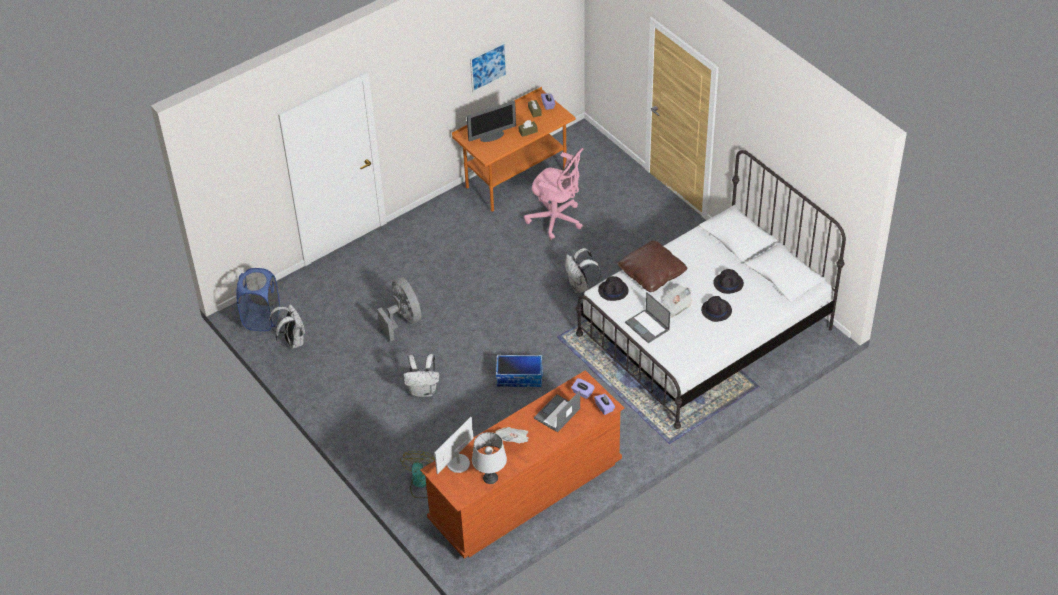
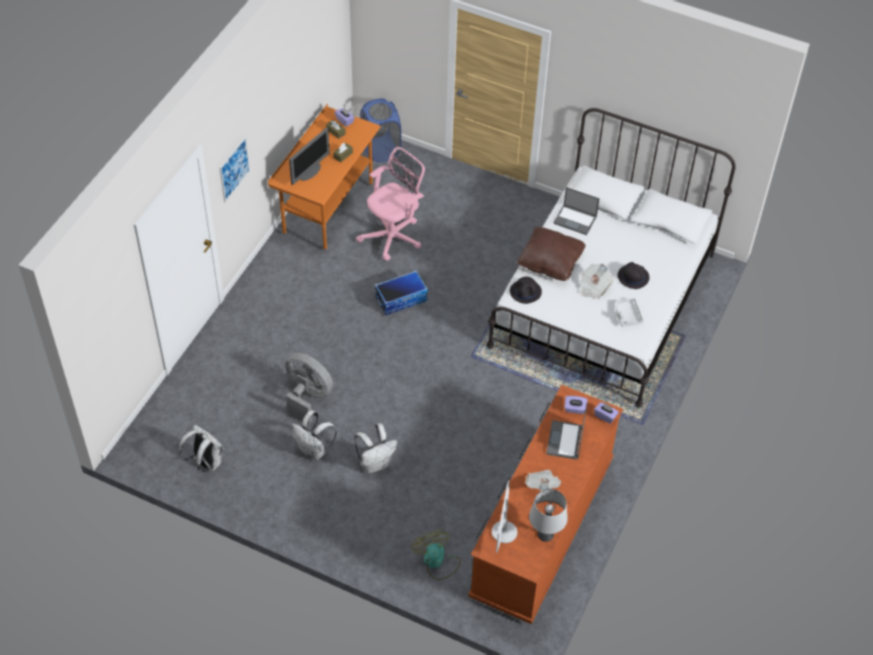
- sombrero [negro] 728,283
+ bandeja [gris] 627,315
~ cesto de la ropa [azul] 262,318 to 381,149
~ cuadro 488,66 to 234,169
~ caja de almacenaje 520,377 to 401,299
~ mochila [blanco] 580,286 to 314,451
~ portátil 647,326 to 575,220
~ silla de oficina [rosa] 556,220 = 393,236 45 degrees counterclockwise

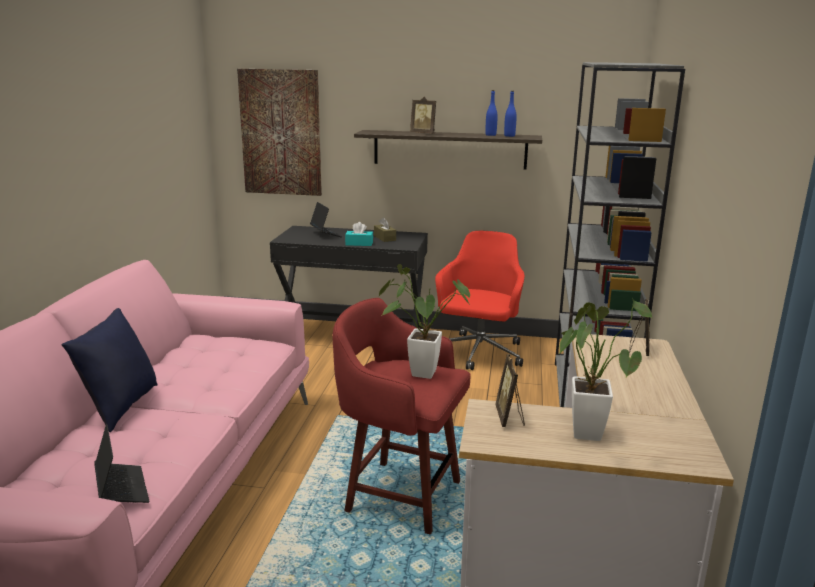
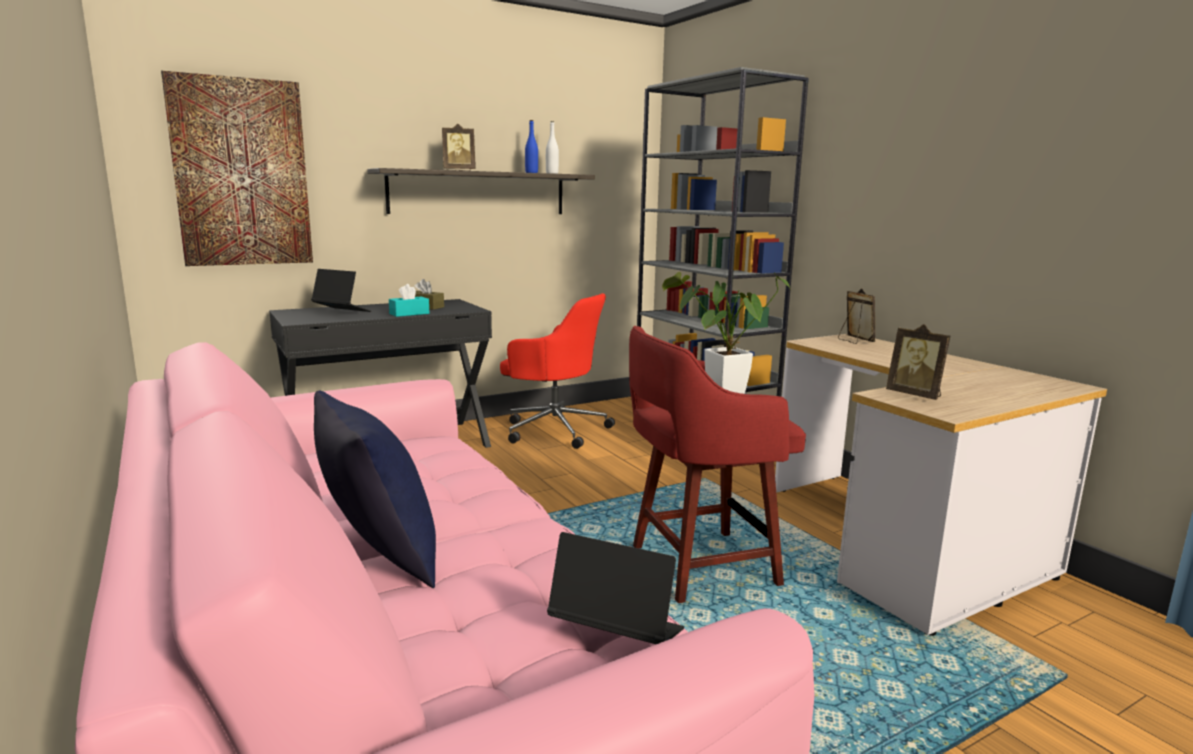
- planta en maceta 586,429
~ botella [azul] 509,136 to botella [blanco] 552,173
~ silla de oficina [rojo] 478,353 = 554,429 135 degrees clockwise

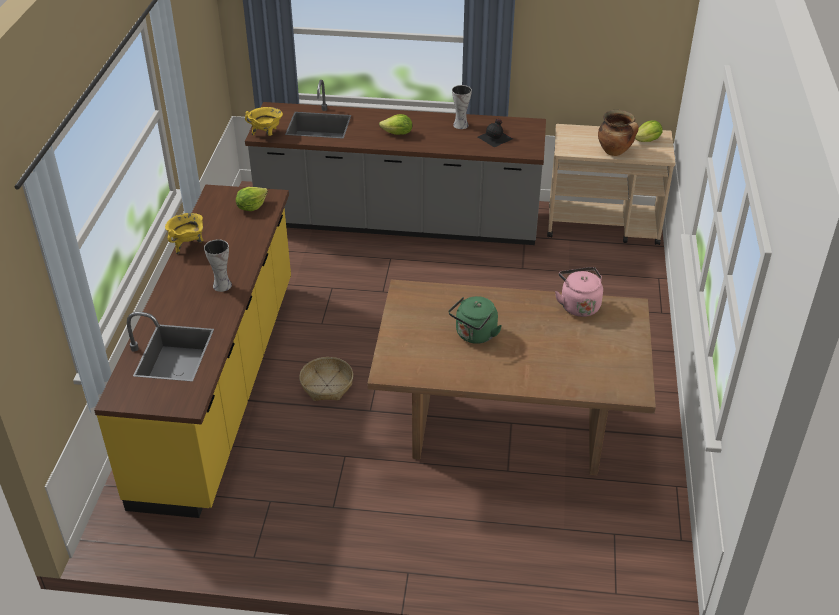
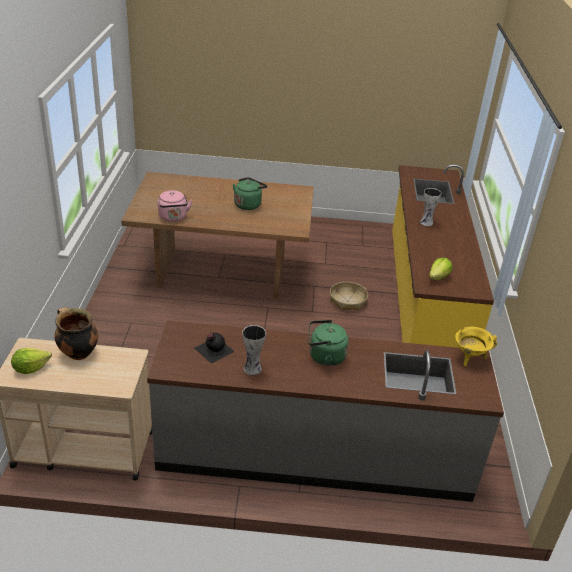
- olla [amarillo] 188,245
~ lechuga 397,134 to hervidor [verde] 324,357

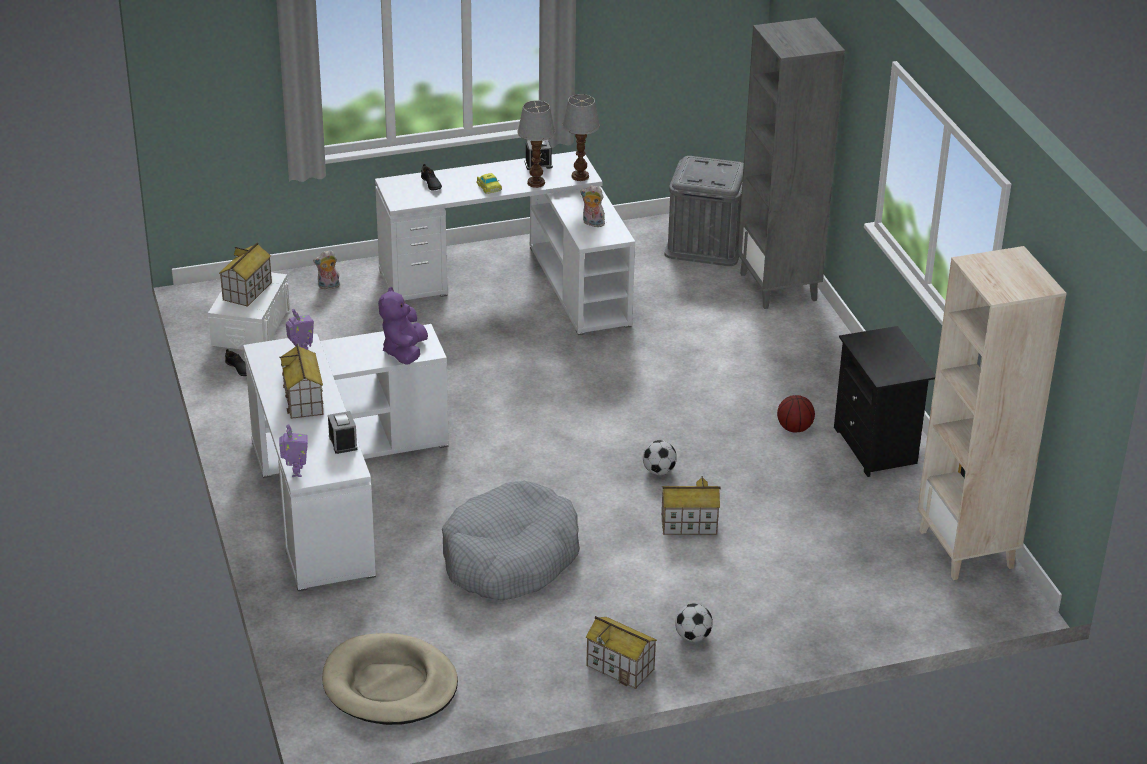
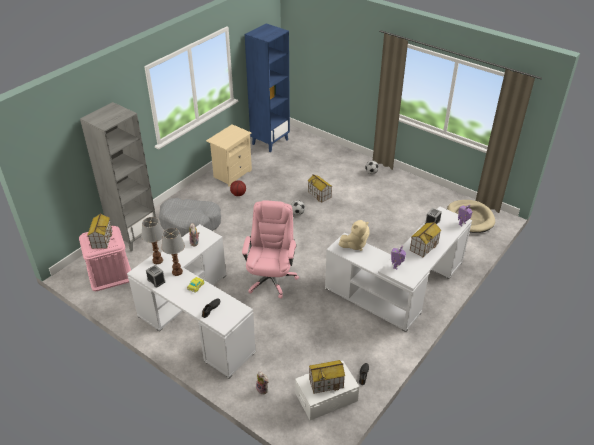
+ silla de oficina [rosa] 271,278
~ cama para perro [gris] 509,558 to 190,223
~ casita 621,667 to 102,239
~ peluche [morado] 404,352 to peluche [beis] 355,245
~ caja de almacenaje [gris] 705,243 to caja de almacenaje [rosa] 110,273
~ mesita de noche [negro] 877,447 to mesita de noche [beis] 231,174
~ estantería [beis] 967,549 to estantería [azul] 270,141

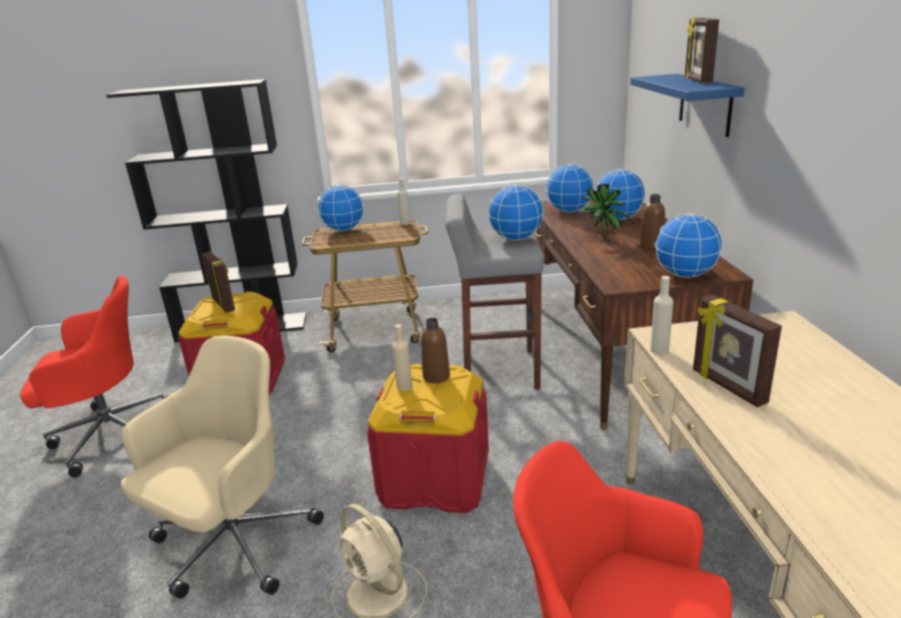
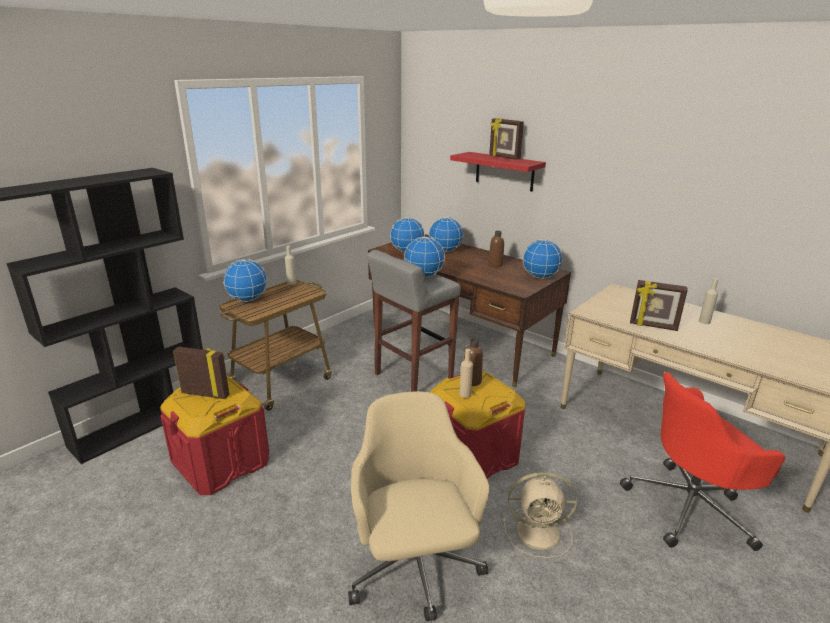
- silla de oficina [rojo] 110,434
- planta en maceta 600,236
~ botella [beis] 659,350 to 704,321
~ estante [azul] 705,104 to estante [rojo] 504,171

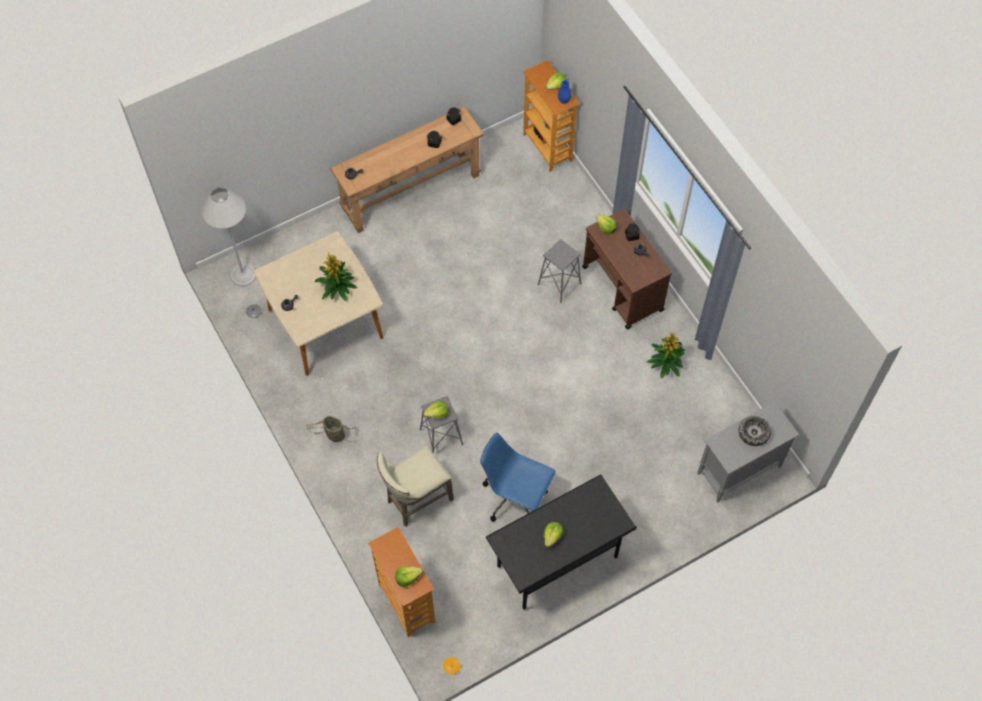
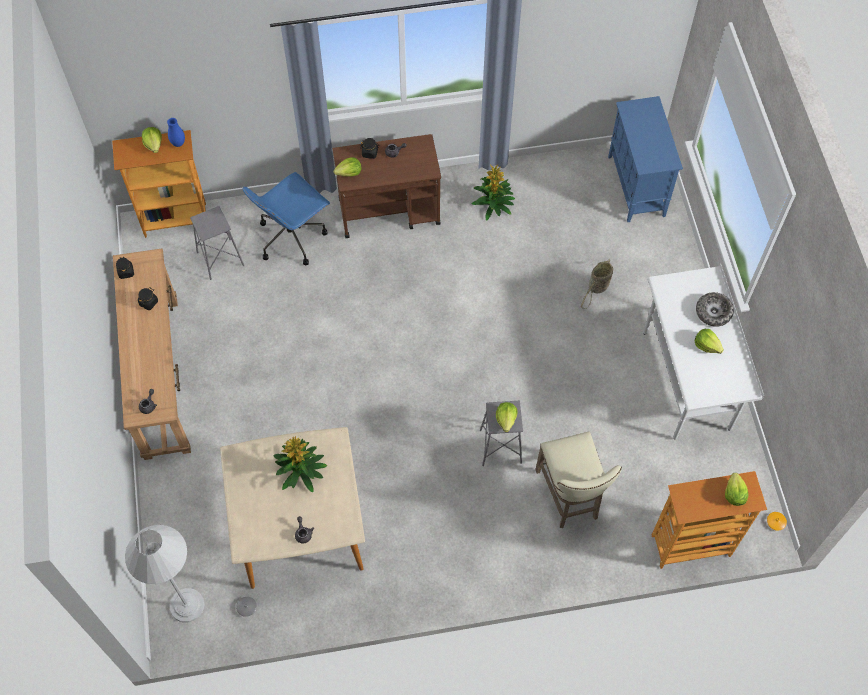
~ cesta 334,435 to 597,288
~ silla de oficina [azul] 515,497 to 292,237
~ taburete [gris] 559,284 to 220,259
~ cuenco 753,433 to 713,312
~ escritorio [negro] 557,562 to escritorio [blanco] 686,380
~ armario [gris] 738,470 to armario [azul] 636,187

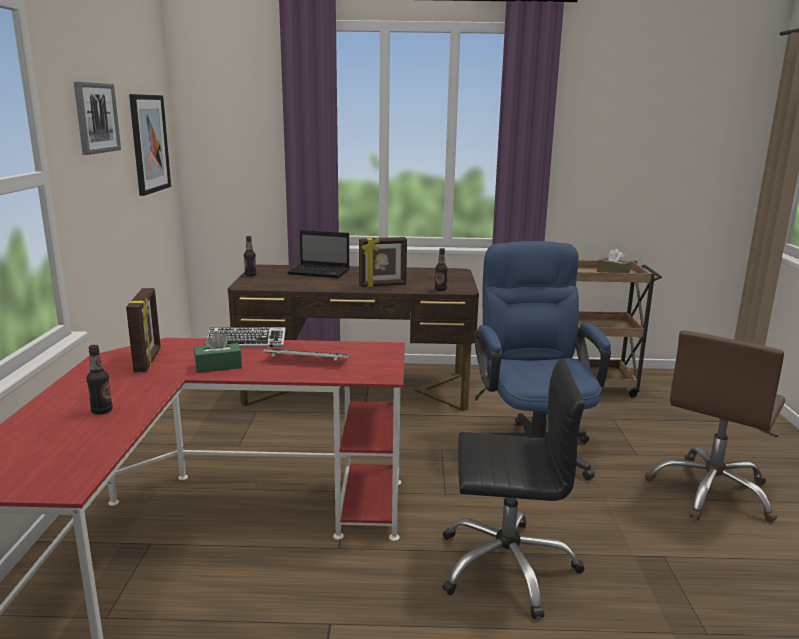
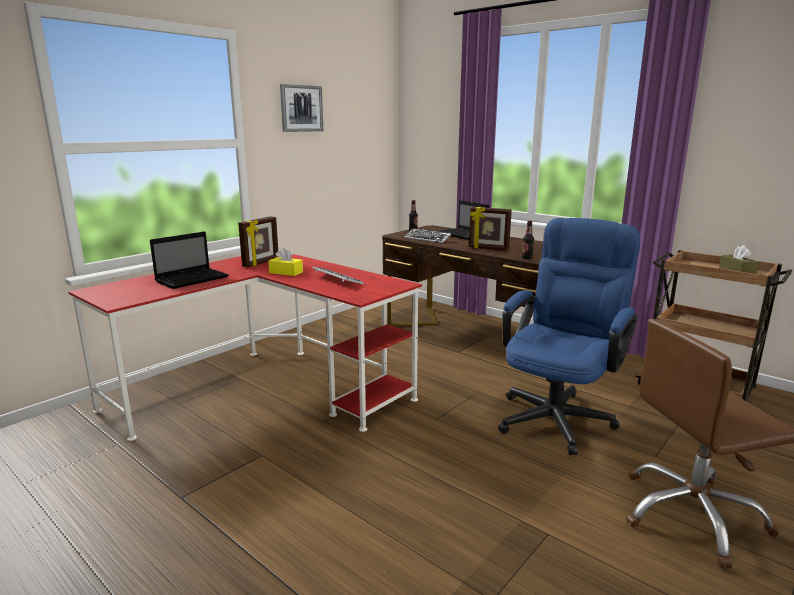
- cuadro 149,143
- silla de oficina [negro] 506,566
~ teclado 246,342 to 427,239
~ botella 102,411 to portátil 193,279
~ caja de pañuelos [verde] 218,366 to caja de pañuelos [amarillo] 286,272

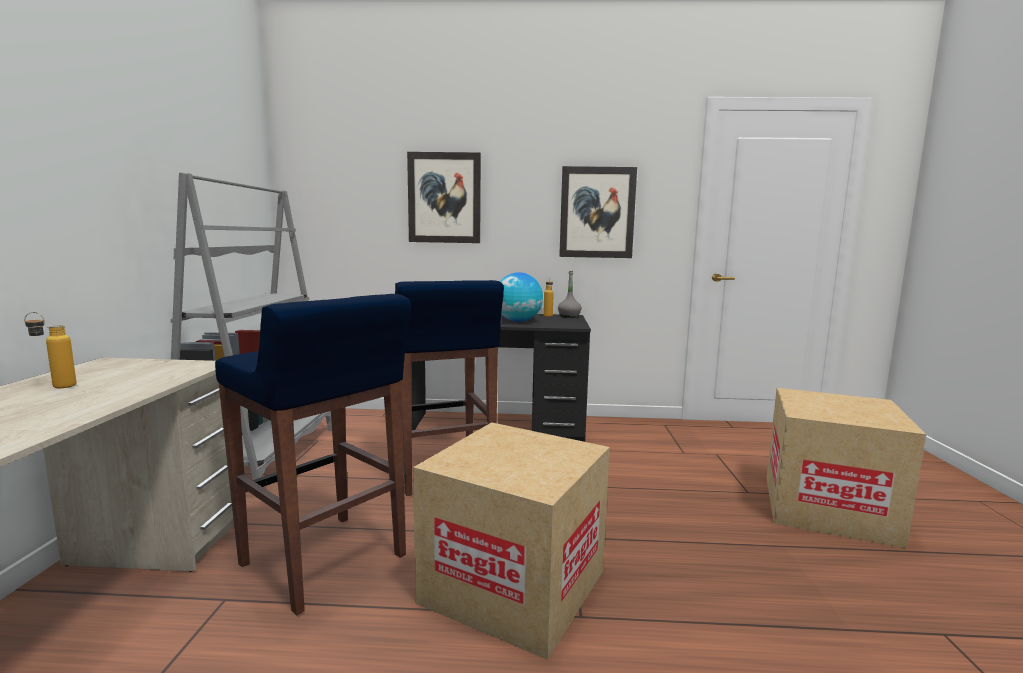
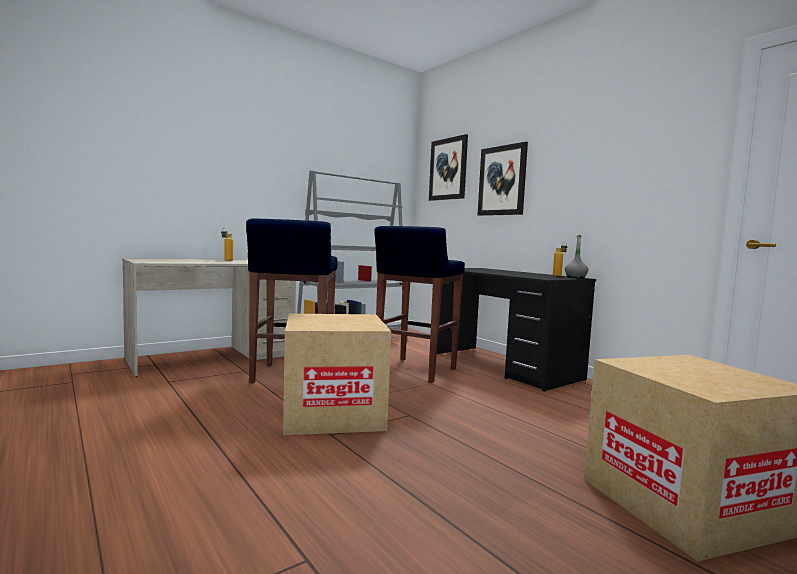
- globo terráqueo 518,321
~ cuadro 597,212 to 448,169

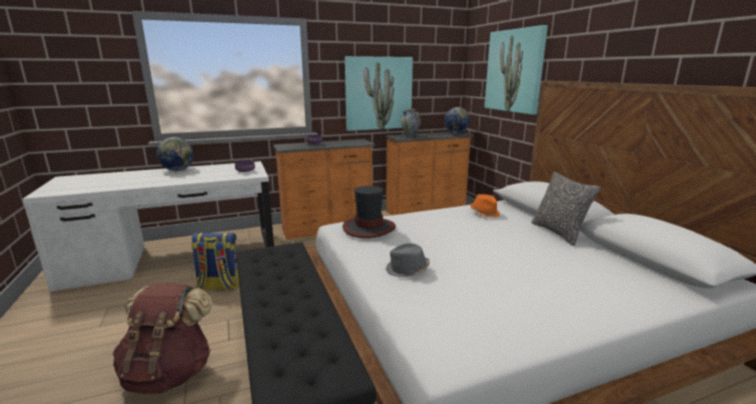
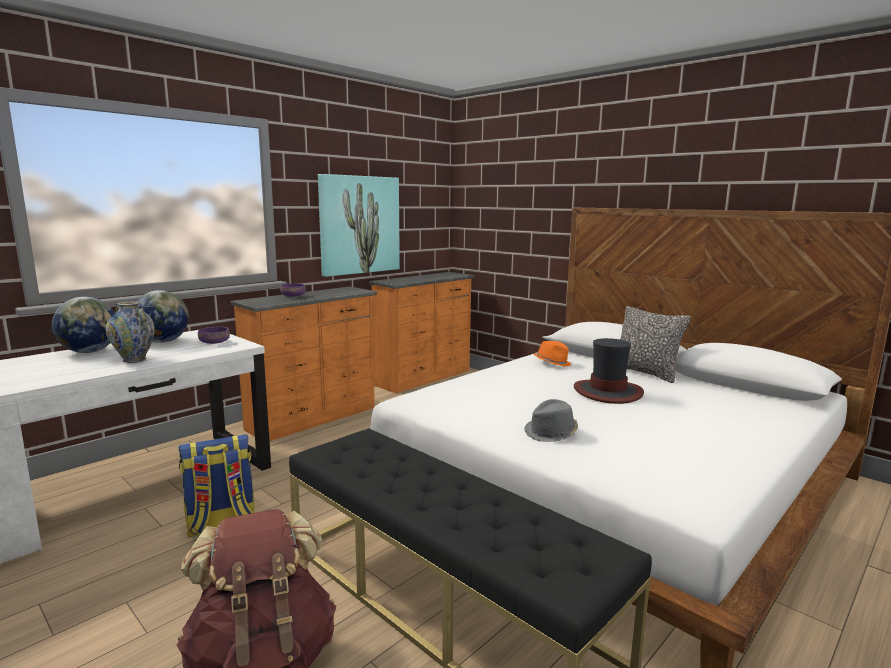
- cuadro 514,71
~ sombrero 369,228 to 608,392
~ florero 410,136 to 134,360
~ globo terráqueo 456,133 to 163,342

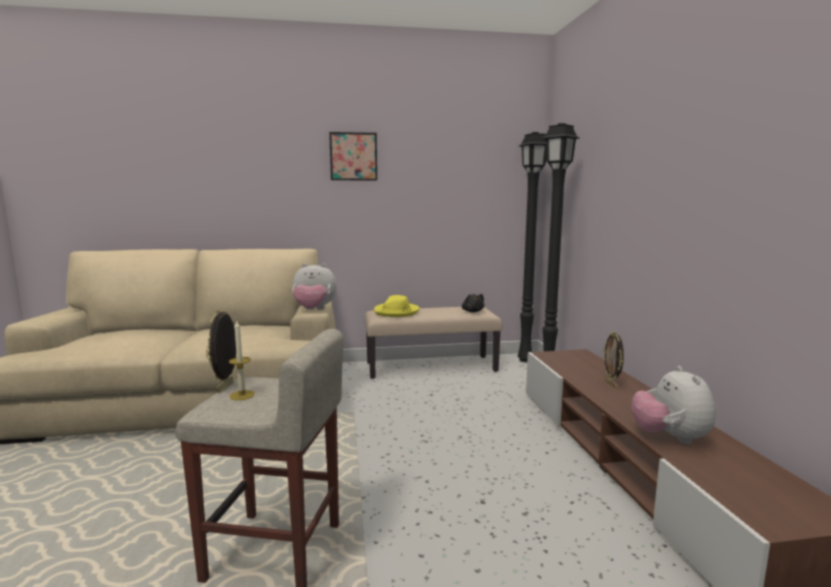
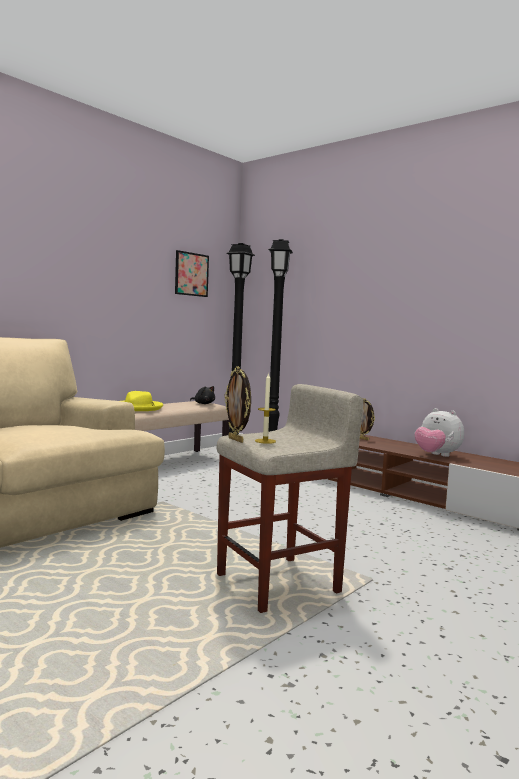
- peluche 314,310
~ cuadro 353,156 to 191,274

